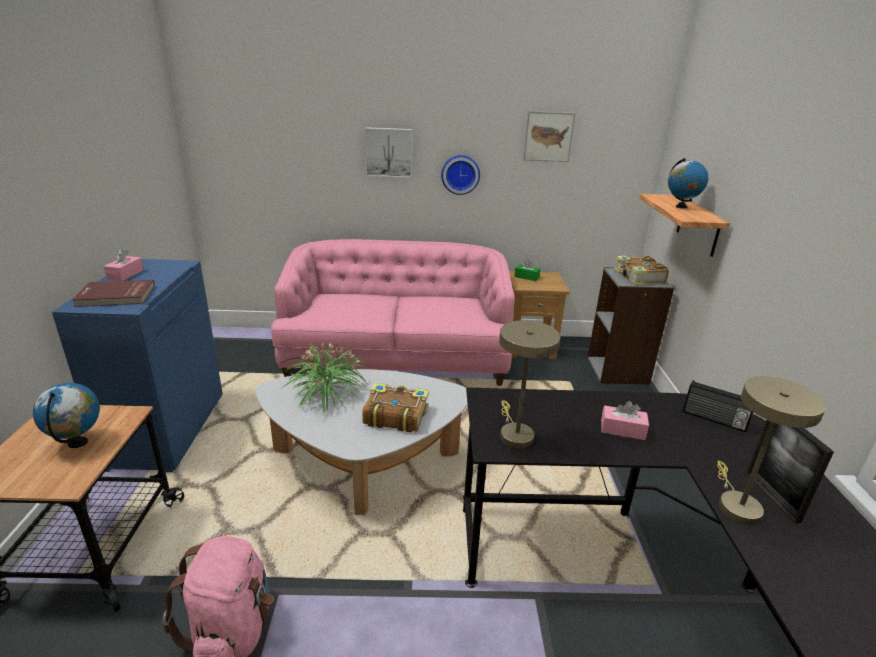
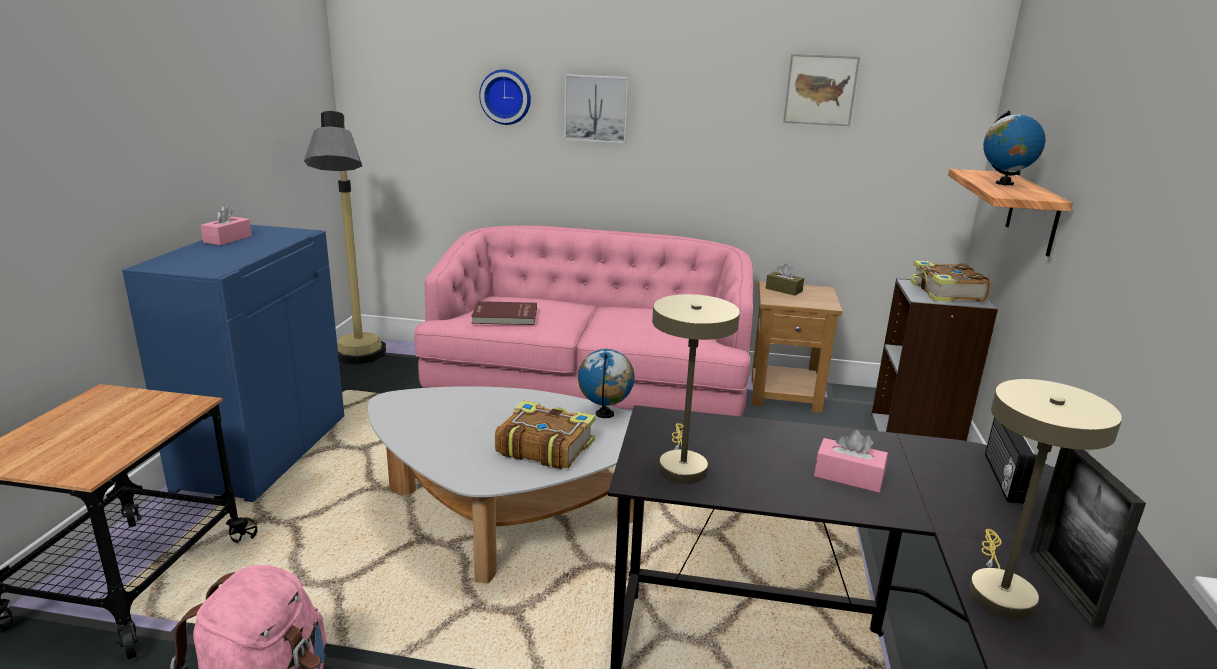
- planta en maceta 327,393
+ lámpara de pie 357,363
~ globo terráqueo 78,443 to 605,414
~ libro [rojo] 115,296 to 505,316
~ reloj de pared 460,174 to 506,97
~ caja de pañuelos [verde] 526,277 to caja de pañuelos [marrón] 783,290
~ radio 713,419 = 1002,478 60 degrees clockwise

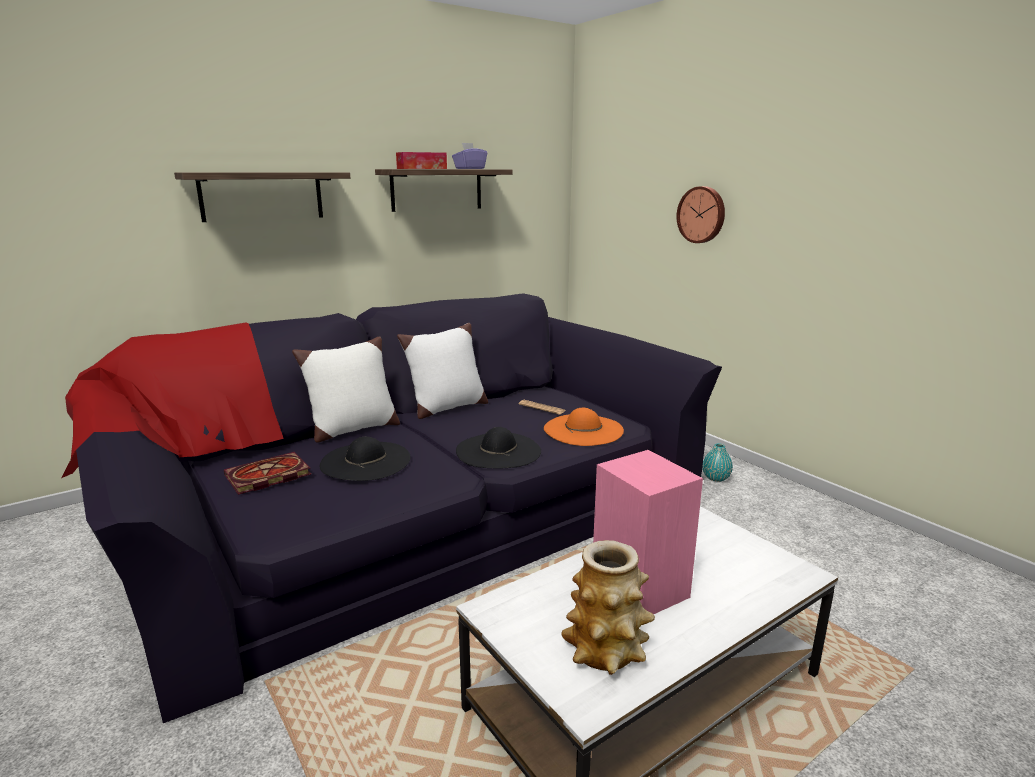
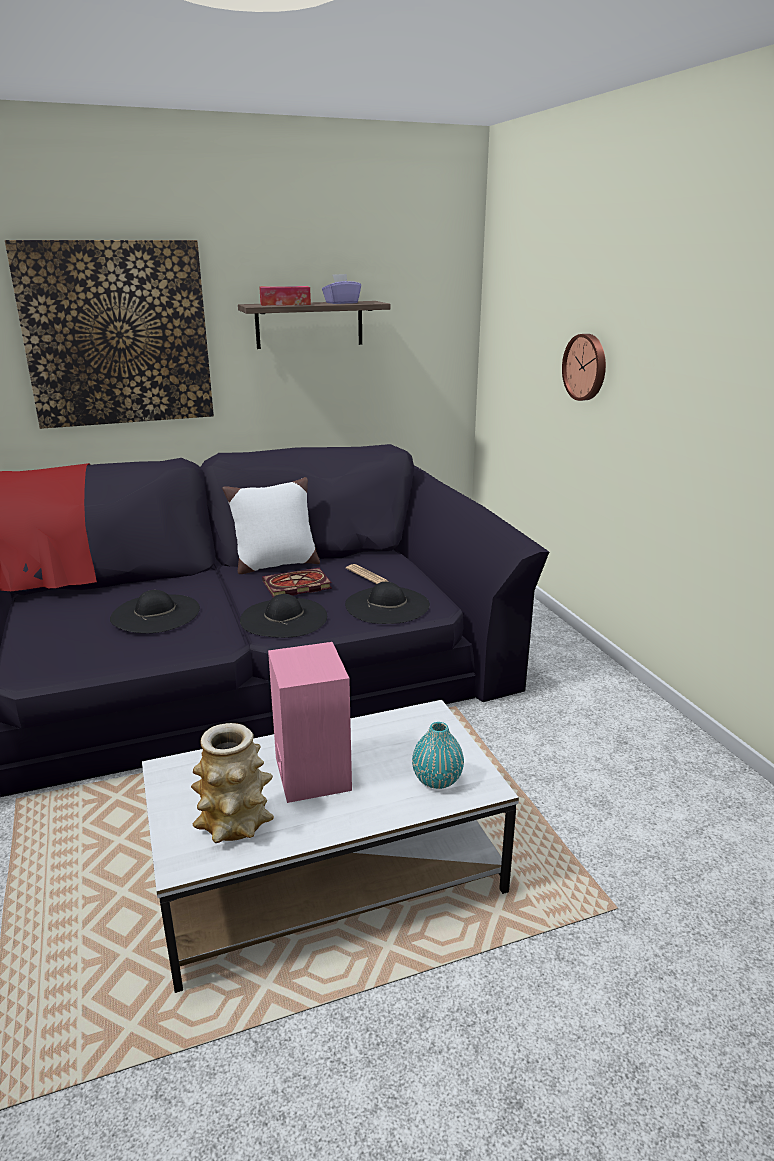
- cojín [blanco] 352,429
~ libro 266,476 to 295,586
~ florero [turquesa] 716,478 to 437,780
~ estante 262,196 to cuadro 117,334
~ sombrero [naranja] 583,430 to sombrero [negro] 387,605

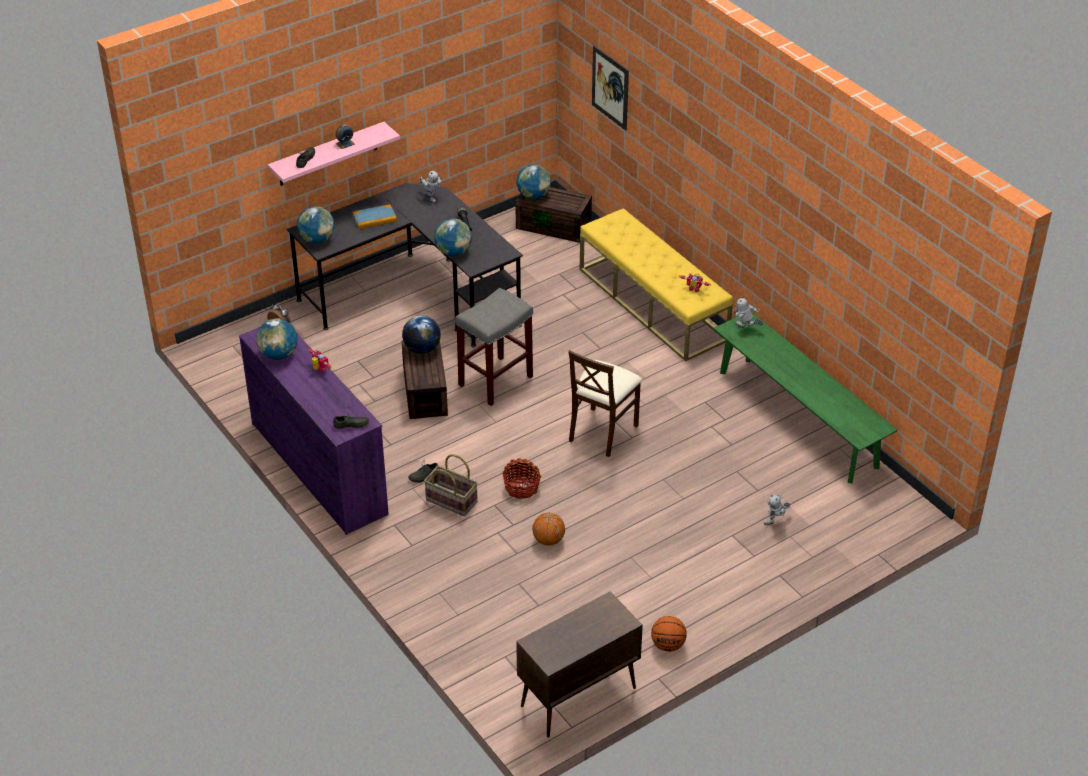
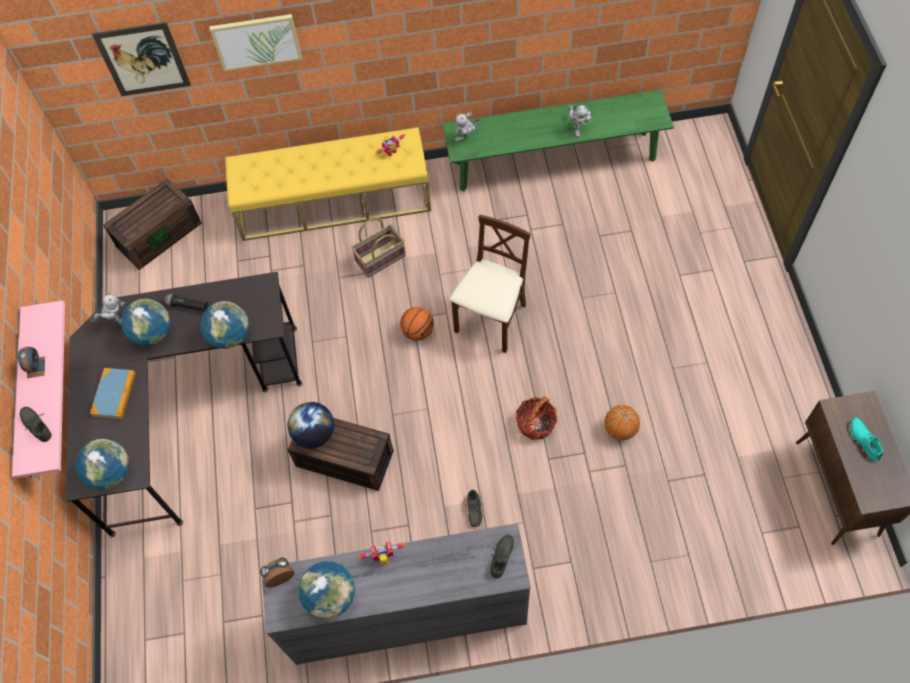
- taburete [gris] 495,381
+ cuadro 256,41
+ zapato [turquesa] 864,440
~ cesta 451,501 to 380,259
~ globo terráqueo 533,195 to 152,333
~ balón de baloncesto 668,645 to 418,331
~ robot de juguete 776,521 to 577,128
~ cómoda [morado] 319,467 to cómoda [gris] 407,614
~ silla [beis] 602,431 = 491,320 120 degrees counterclockwise

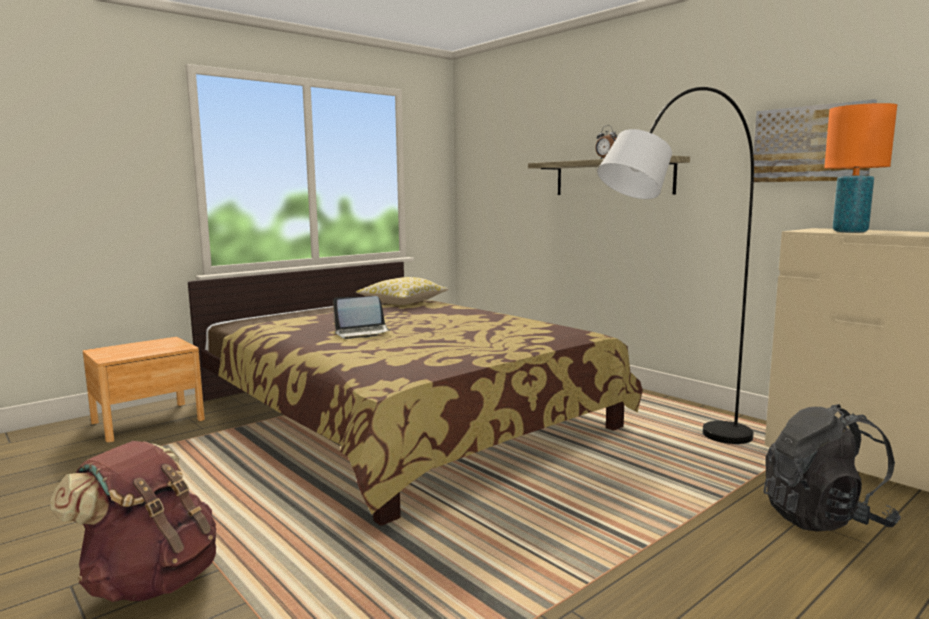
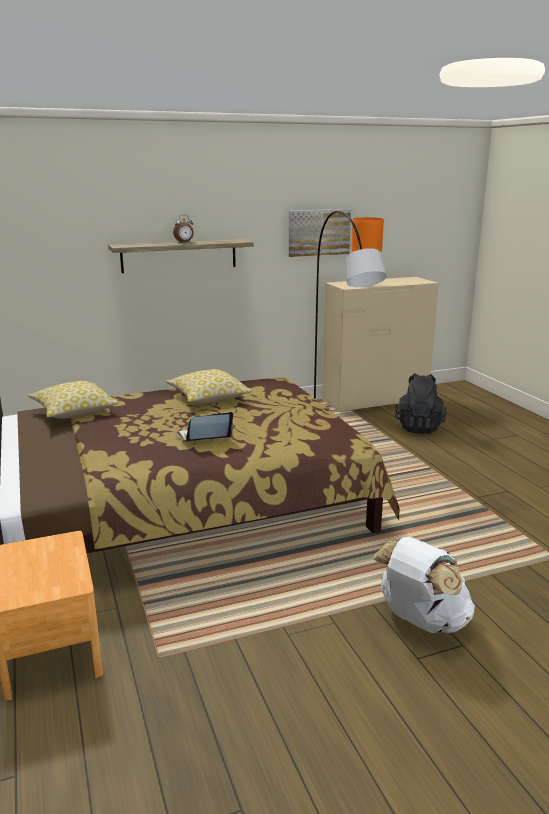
+ cojín 208,398
~ mochila [marrón] 151,581 to mochila [blanco] 421,621
~ portátil 362,333 = 204,437 120 degrees counterclockwise

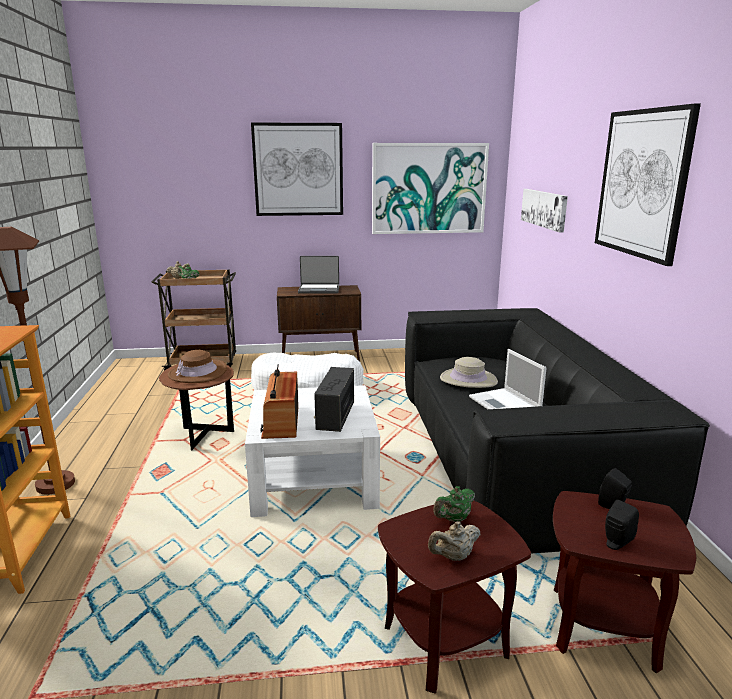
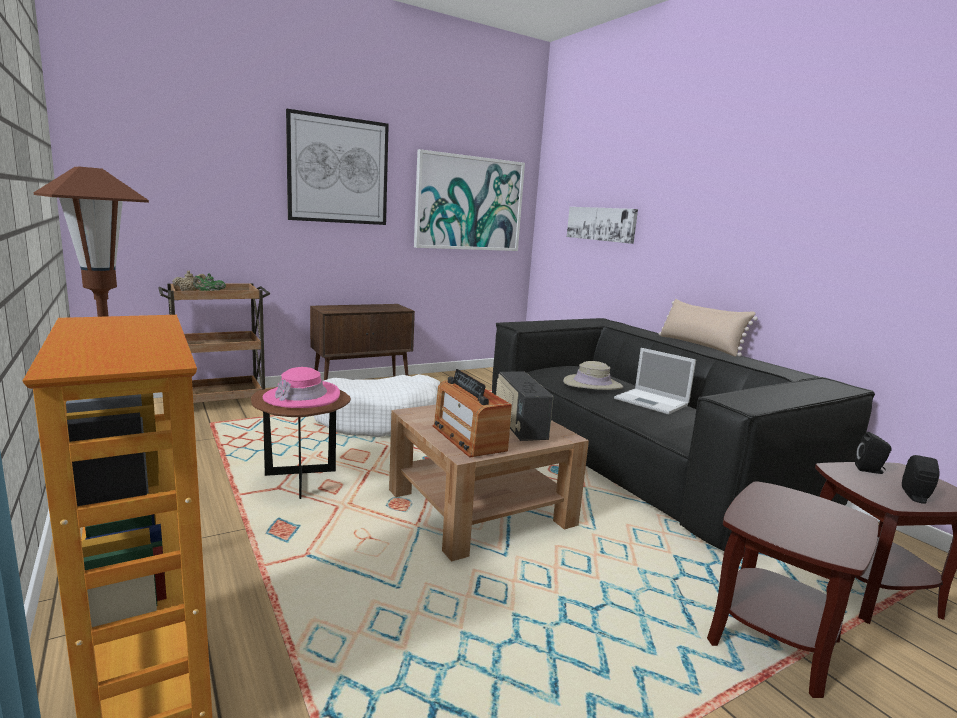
- portátil 319,289
- tetera [beis] 454,556
- tetera [verde] 454,519
- cuadro 642,183
+ cojín [beis] 699,345
~ sombrero [marrón] 198,373 to sombrero [rosa] 302,397
~ mesa de centro [blanco] 313,479 to mesa de centro [marrón] 480,508

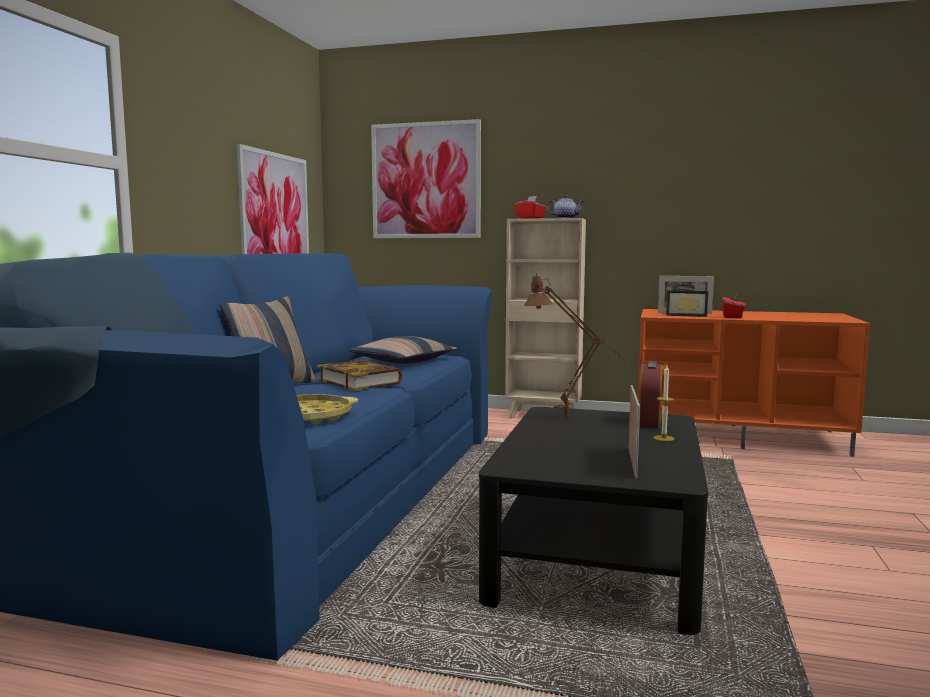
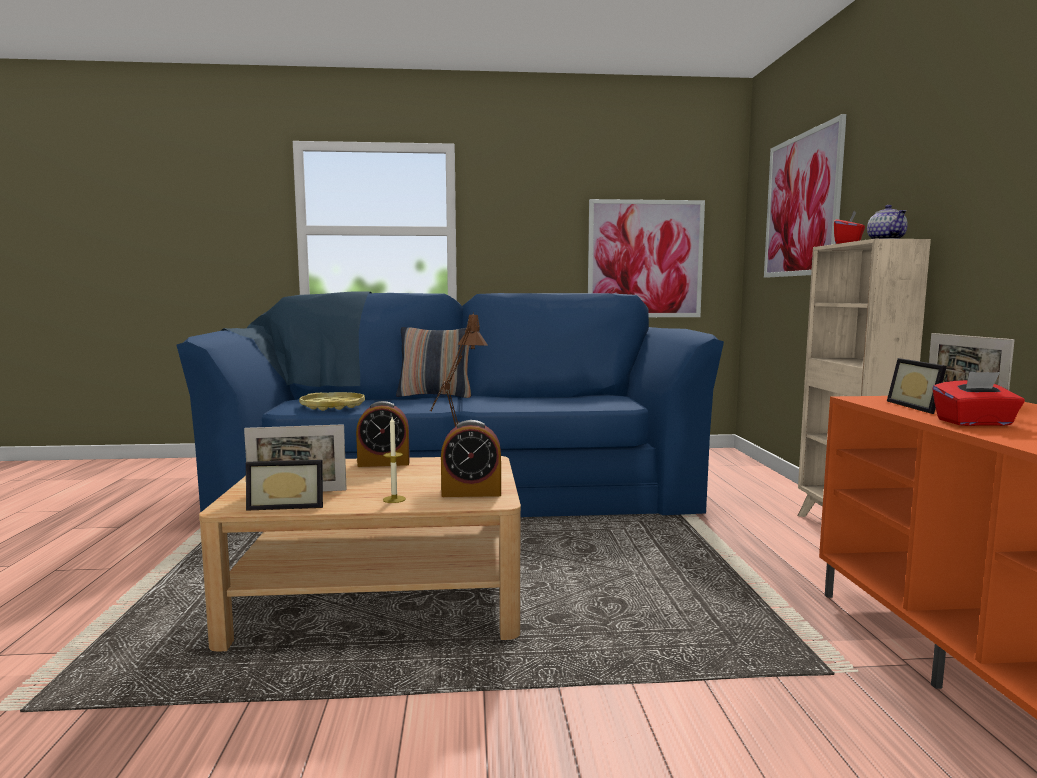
- libro 359,381
- cojín 402,361
+ portarretratos 287,505
+ despertador 384,463
~ mesa de centro [negro] 597,554 to mesa de centro [beis] 380,597

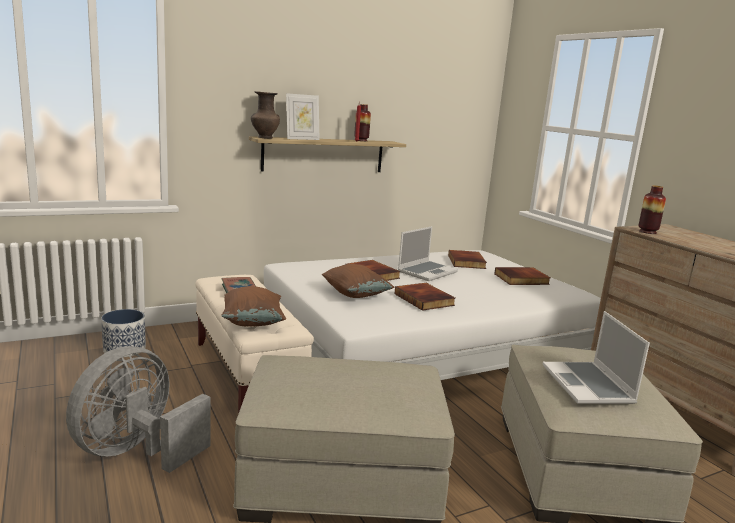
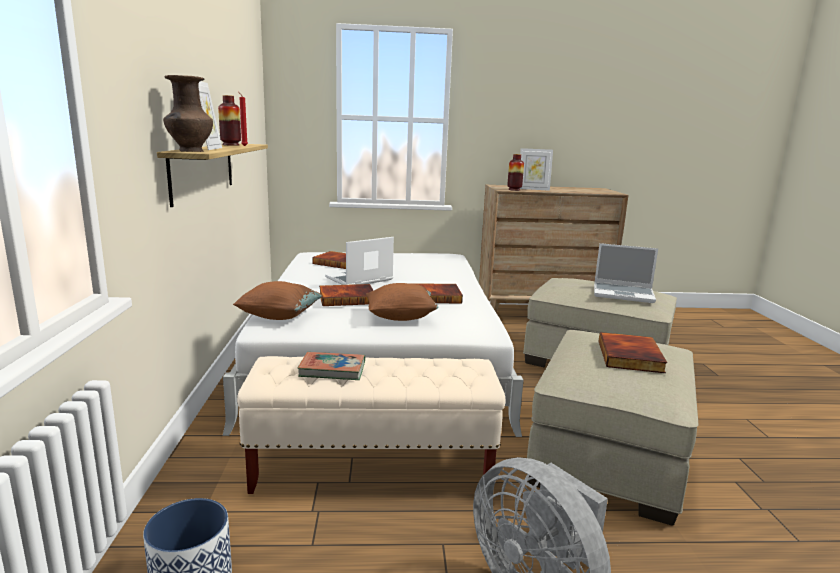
+ portarretratos 533,189
~ cojín [marrón] 252,322 to 279,316
~ libro 521,279 to 631,357
~ portátil 427,272 = 359,279 105 degrees counterclockwise

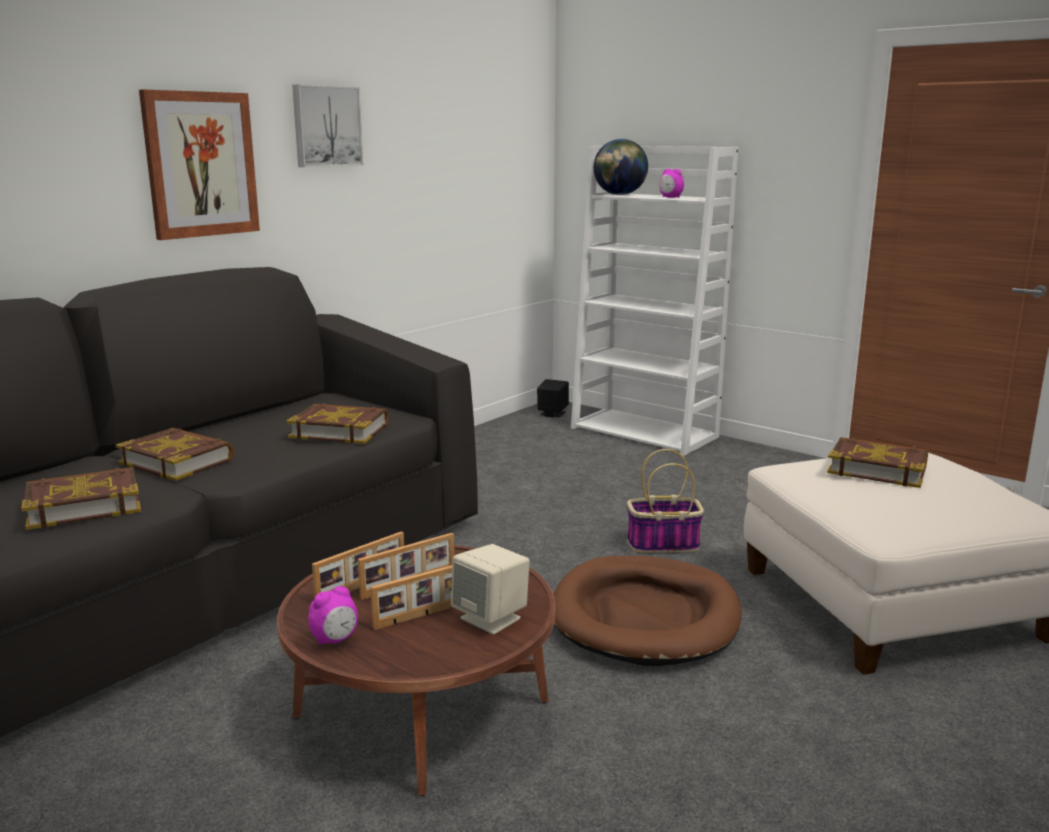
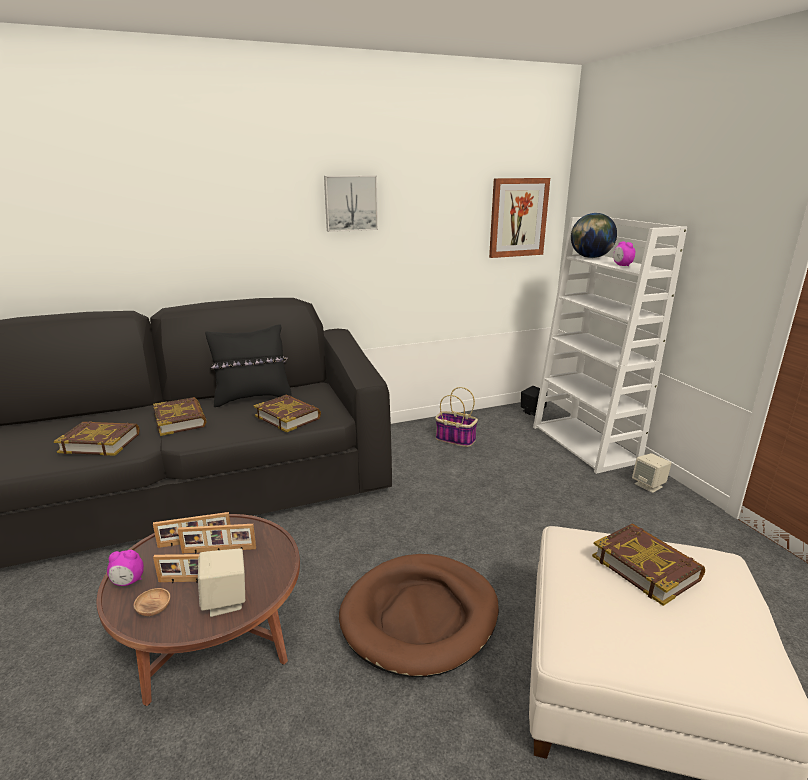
+ cuenco [marrón] 154,609
+ cojín [negro] 253,398
+ altavoz [beis] 649,485
~ cuadro 201,164 to 518,217
~ cesta 662,544 to 454,439

